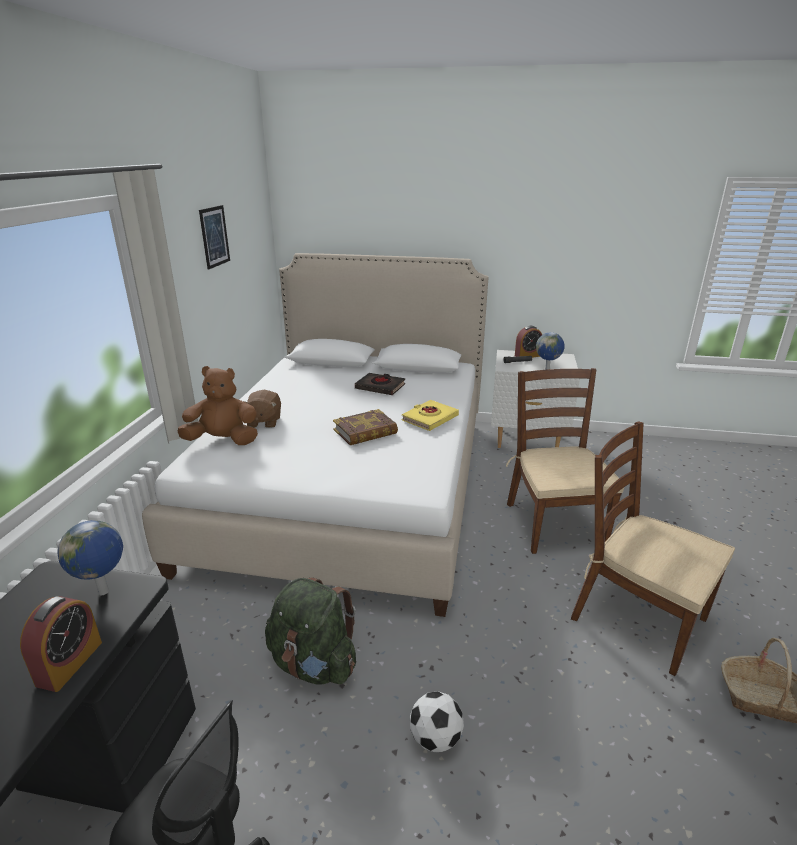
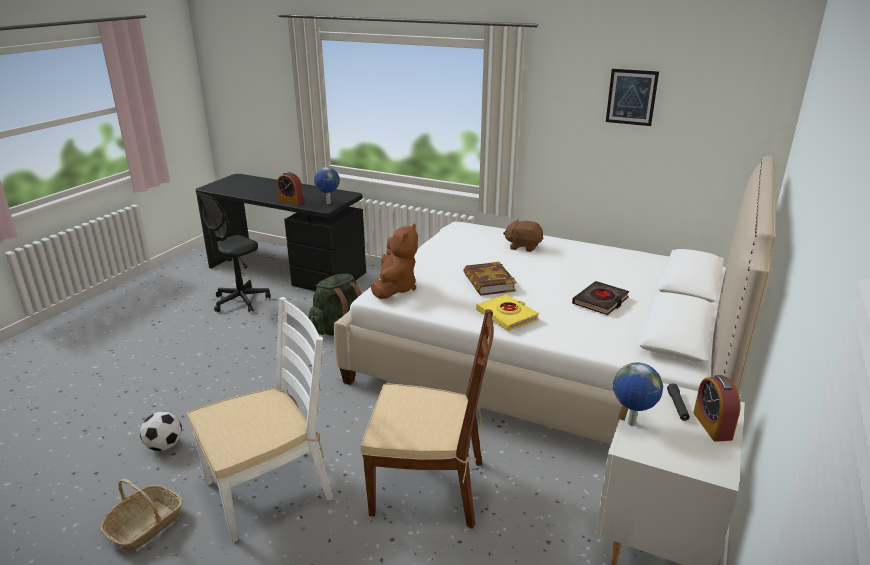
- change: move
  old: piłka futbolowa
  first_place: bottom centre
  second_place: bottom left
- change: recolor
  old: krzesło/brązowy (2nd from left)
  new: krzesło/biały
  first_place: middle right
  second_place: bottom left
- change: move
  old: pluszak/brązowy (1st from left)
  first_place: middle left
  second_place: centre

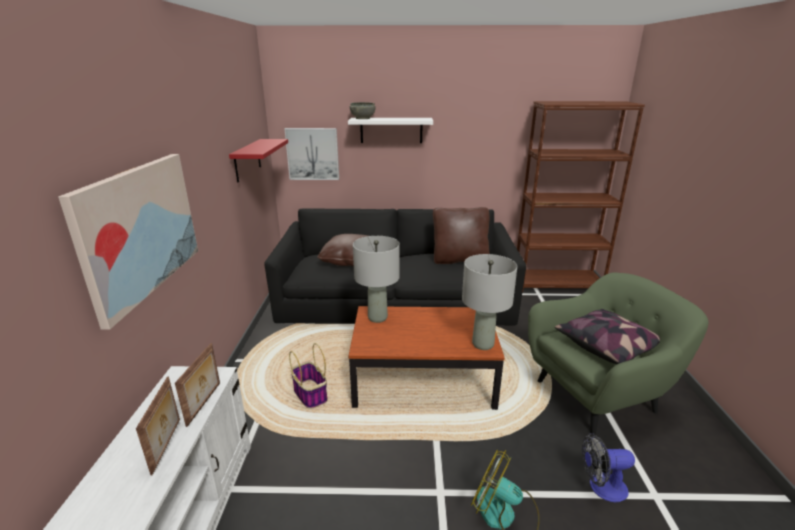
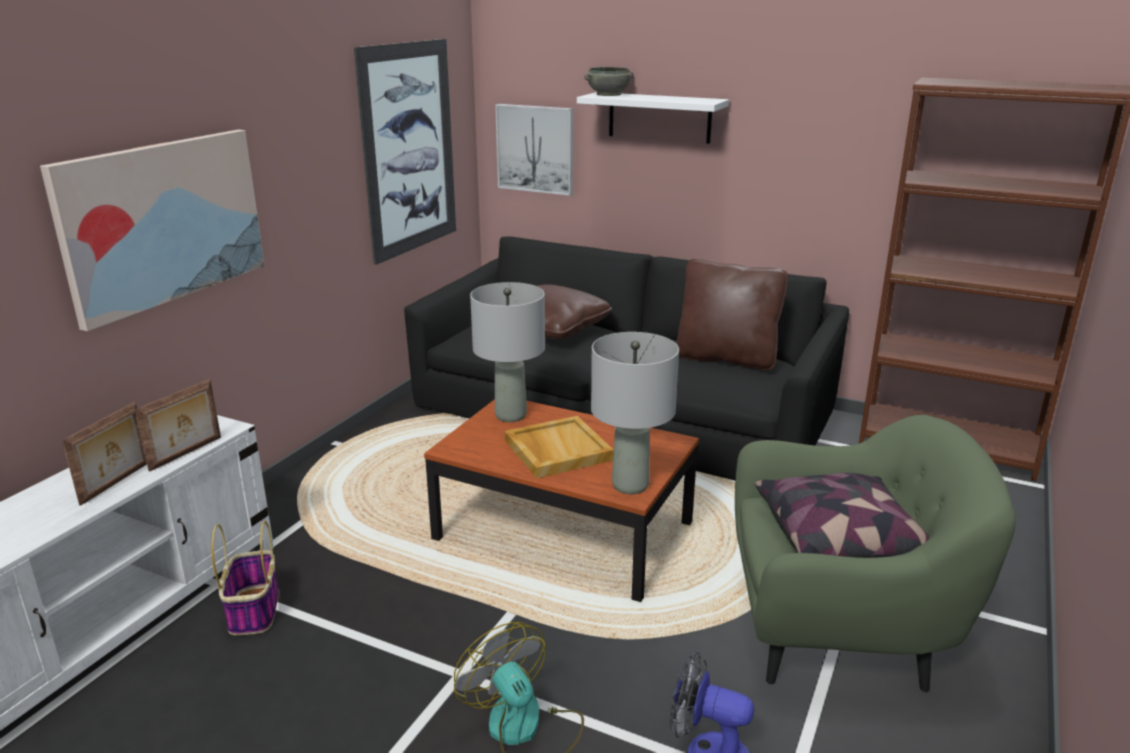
- change: move
  old: koszyk
  first_place: bottom centre
  second_place: bottom left
- change: replace
  old: półka/czerwony
  new: obraz (2nd from left)
  first_place: top left
  second_place: top centre
- change: insert
  new: taca/beżowy
  second_place: centre

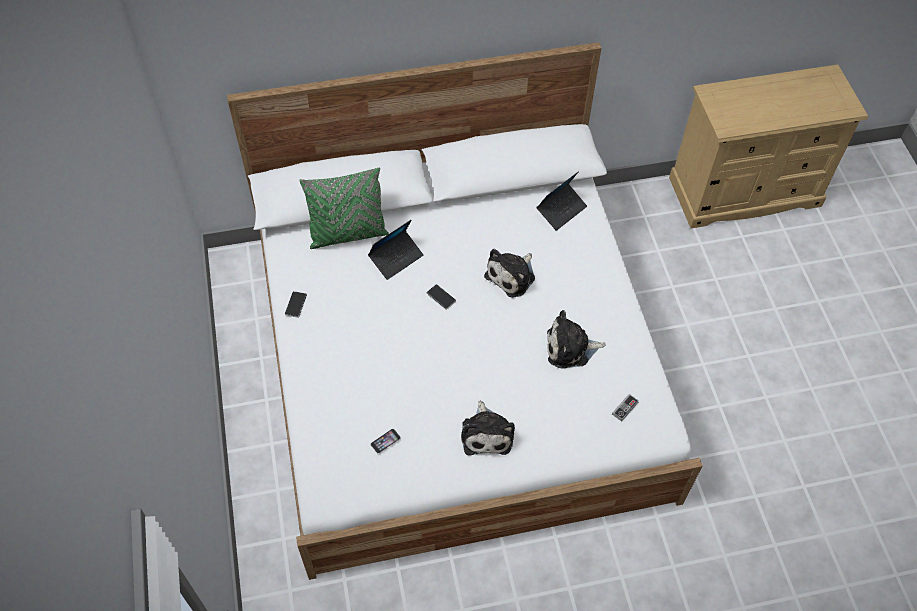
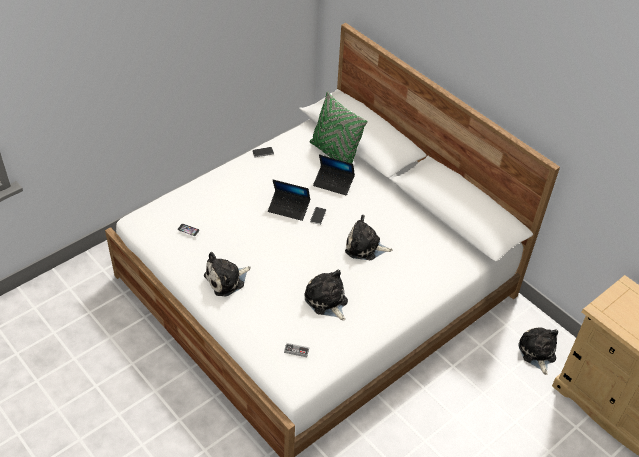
- change: move
  old: laptop (2nd from left in the first image)
  new: laptop (1st from left)
  first_place: top centre
  second_place: centre
- change: insert
  new: pluszak (4th from left)
  second_place: bottom right

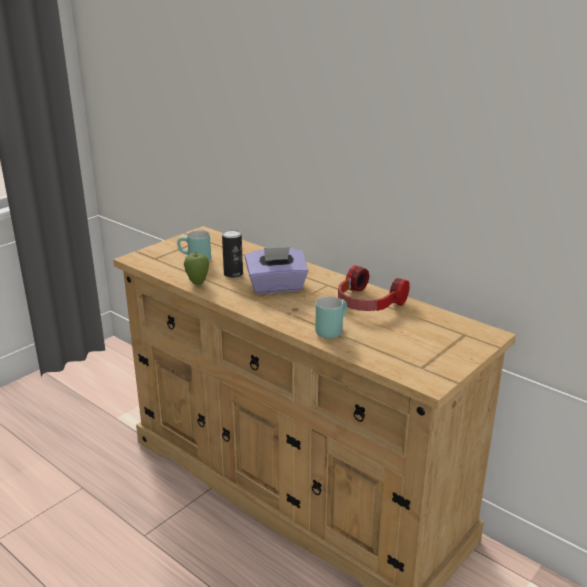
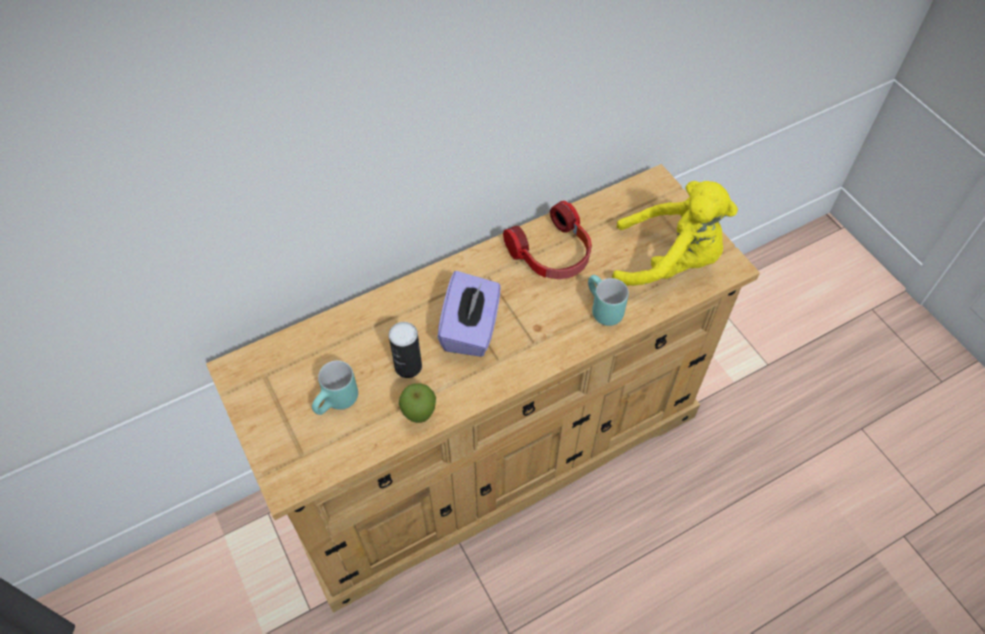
- change: insert
  new: pluszak/żółty
  second_place: middle right

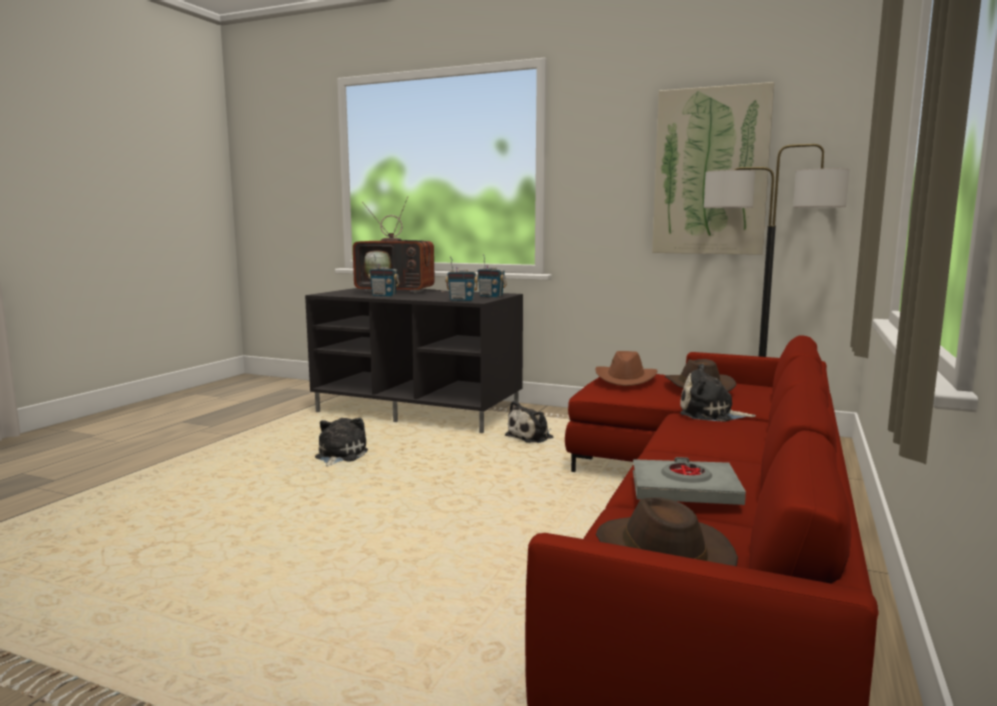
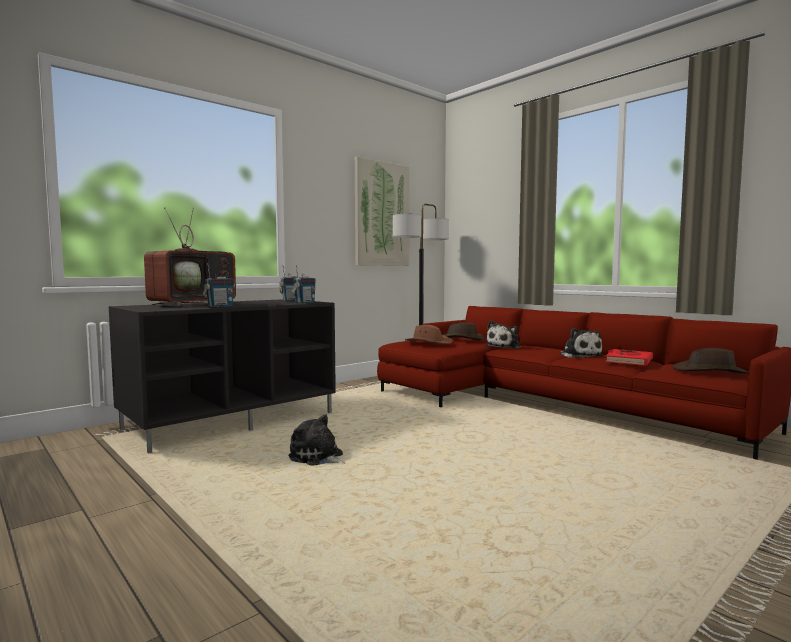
- change: move
  old: pluszak (2nd from left in the first image)
  new: pluszak (3rd from left)
  first_place: centre
  second_place: middle right
- change: recolor
  old: książka/szary
  new: książka/czerwony
  first_place: bottom right
  second_place: middle right

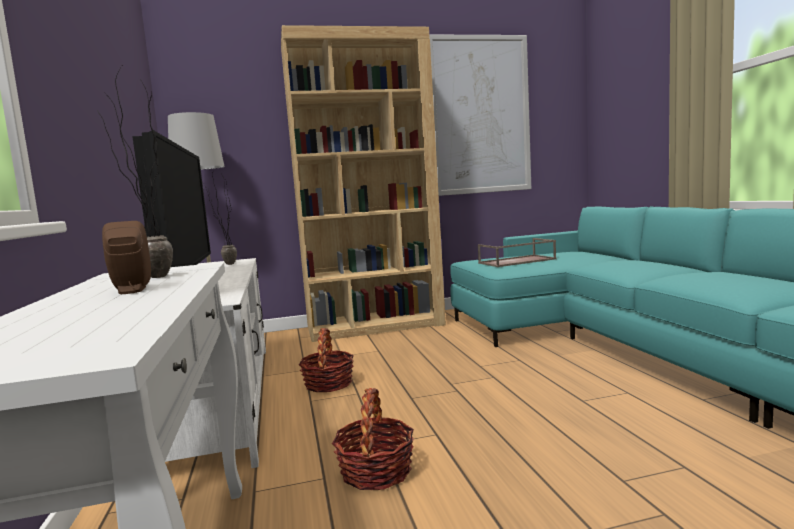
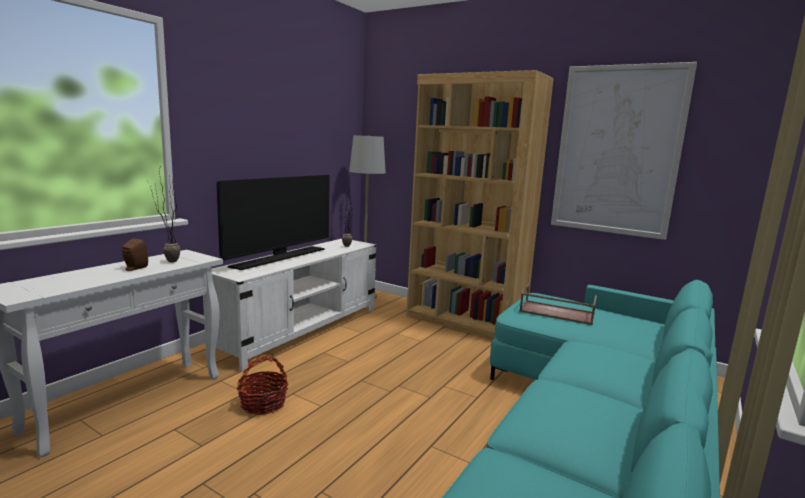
- change: delete
  old: koszyk (1st from left)
  first_place: bottom centre

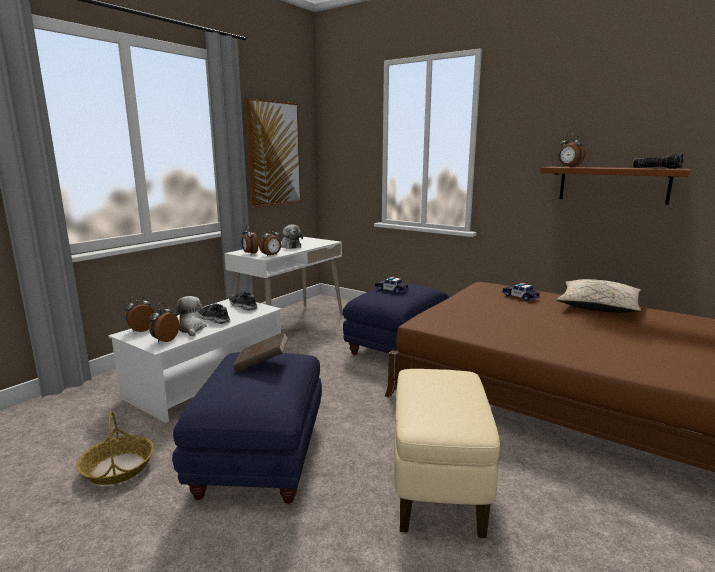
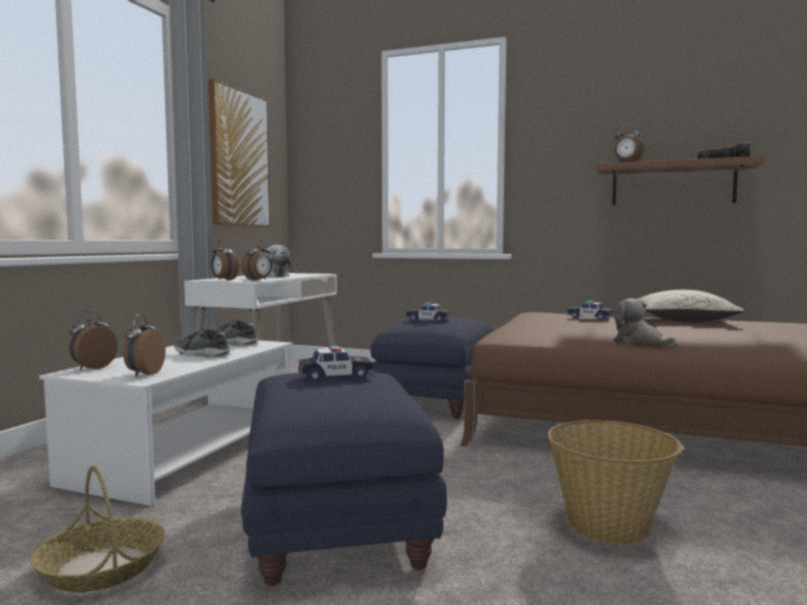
- change: replace
  old: książka/brązowy
  new: samochodzik (1st from left)
  first_place: centre
  second_place: centre
- change: replace
  old: pufa/beżowy
  new: koszyk (2nd from left)
  first_place: bottom centre
  second_place: bottom right
- change: move
  old: pluszak (1st from left in the first image)
  new: pluszak (2nd from left)
  first_place: middle left
  second_place: middle right

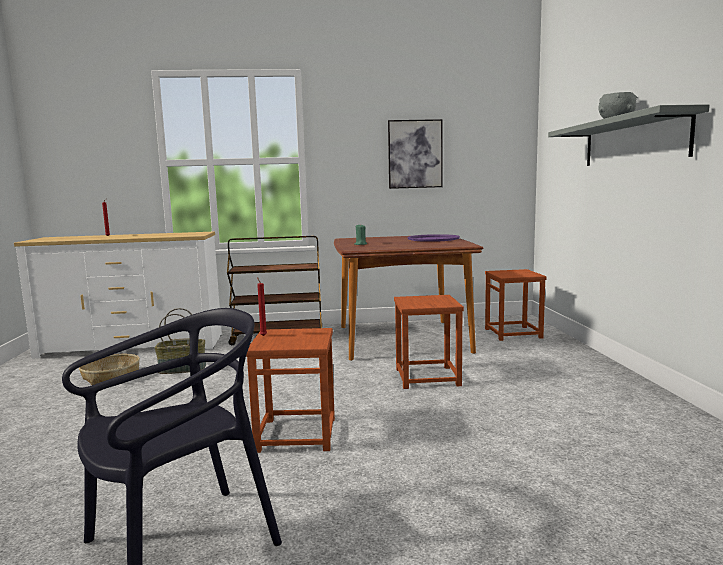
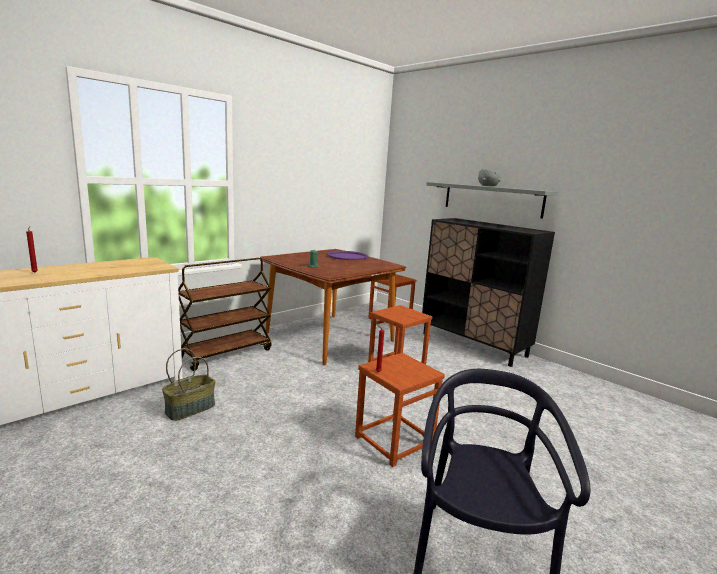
- change: insert
  new: szafka/czarny
  second_place: middle right
- change: delete
  old: koszyk (1st from left)
  first_place: middle left
- change: delete
  old: obraz
  first_place: top centre

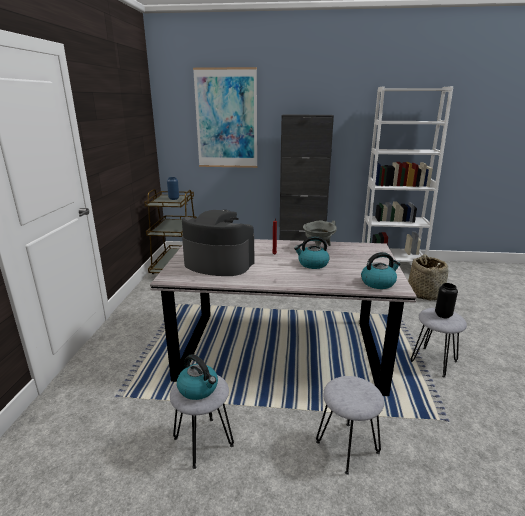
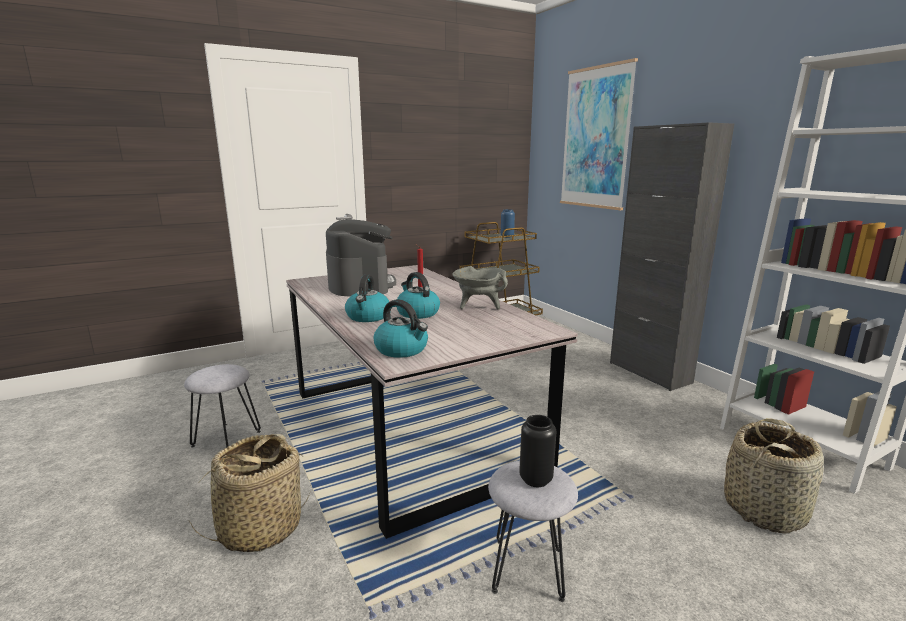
- change: replace
  old: stołek/szary (2nd from left)
  new: koszyk (1st from left)
  first_place: bottom right
  second_place: bottom left
- change: move
  old: czajnik (1st from left)
  first_place: bottom centre
  second_place: centre

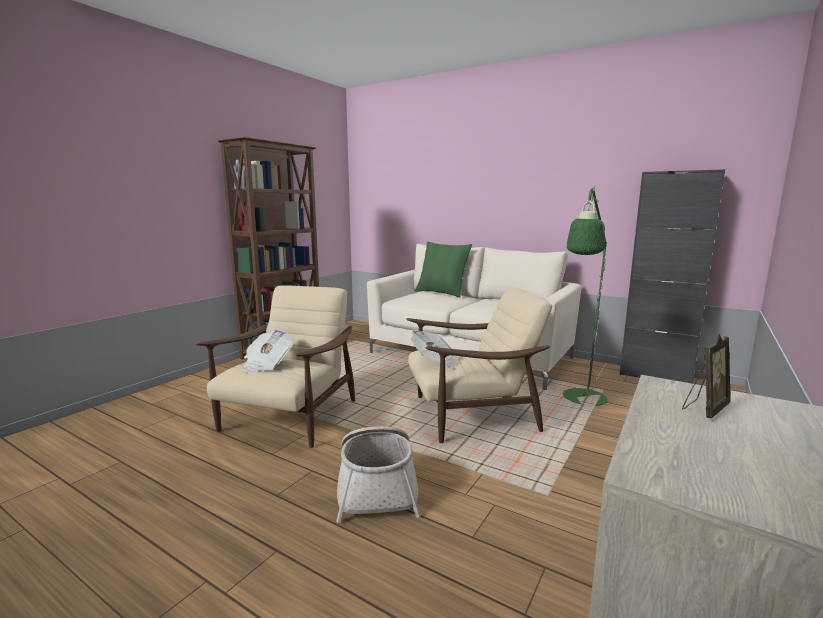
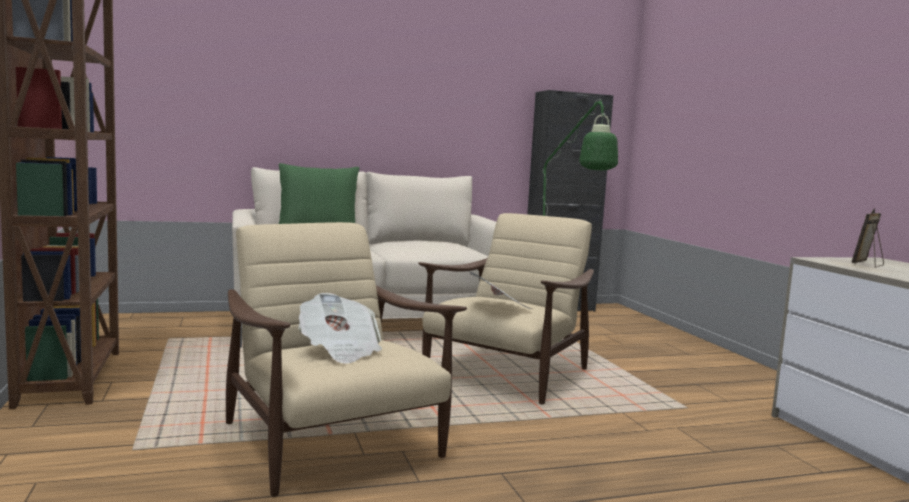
- change: rotate
  old: ramka na zdjęcie
  first_place: middle right
  second_place: middle right
  degrees: -135
- change: delete
  old: koszyk
  first_place: bottom centre

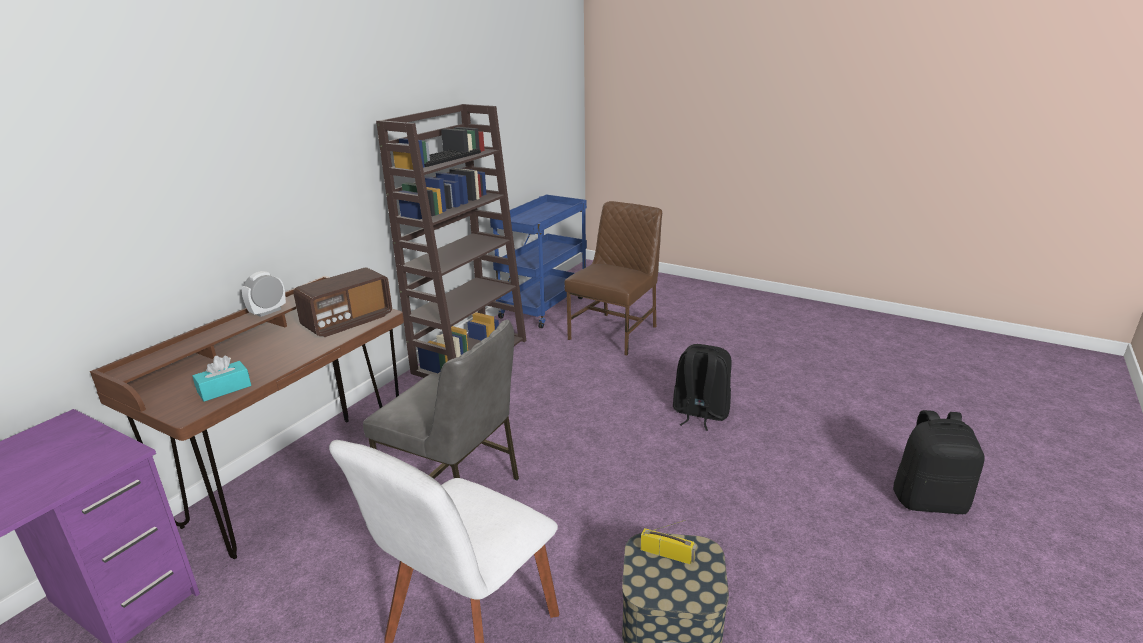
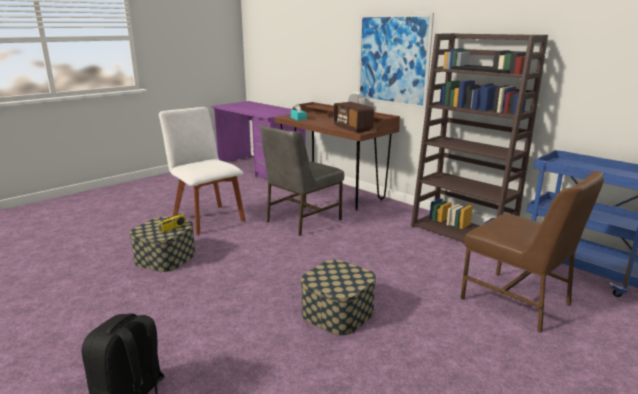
- change: replace
  old: plecak/czarny (1st from left)
  new: pojemnik do przechowywania (2nd from left)
  first_place: centre
  second_place: bottom centre
- change: insert
  new: obraz
  second_place: top centre

